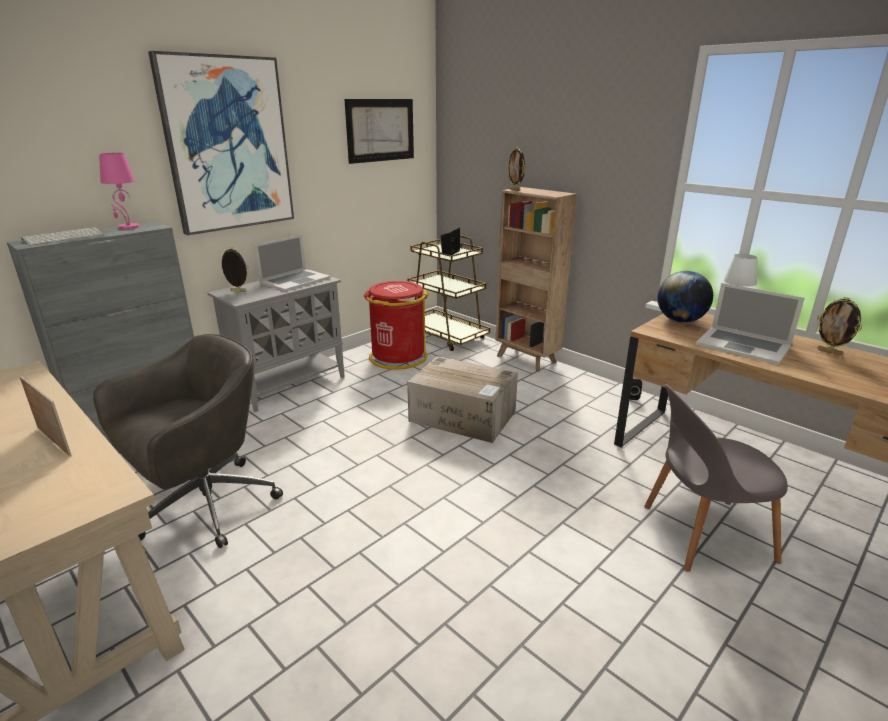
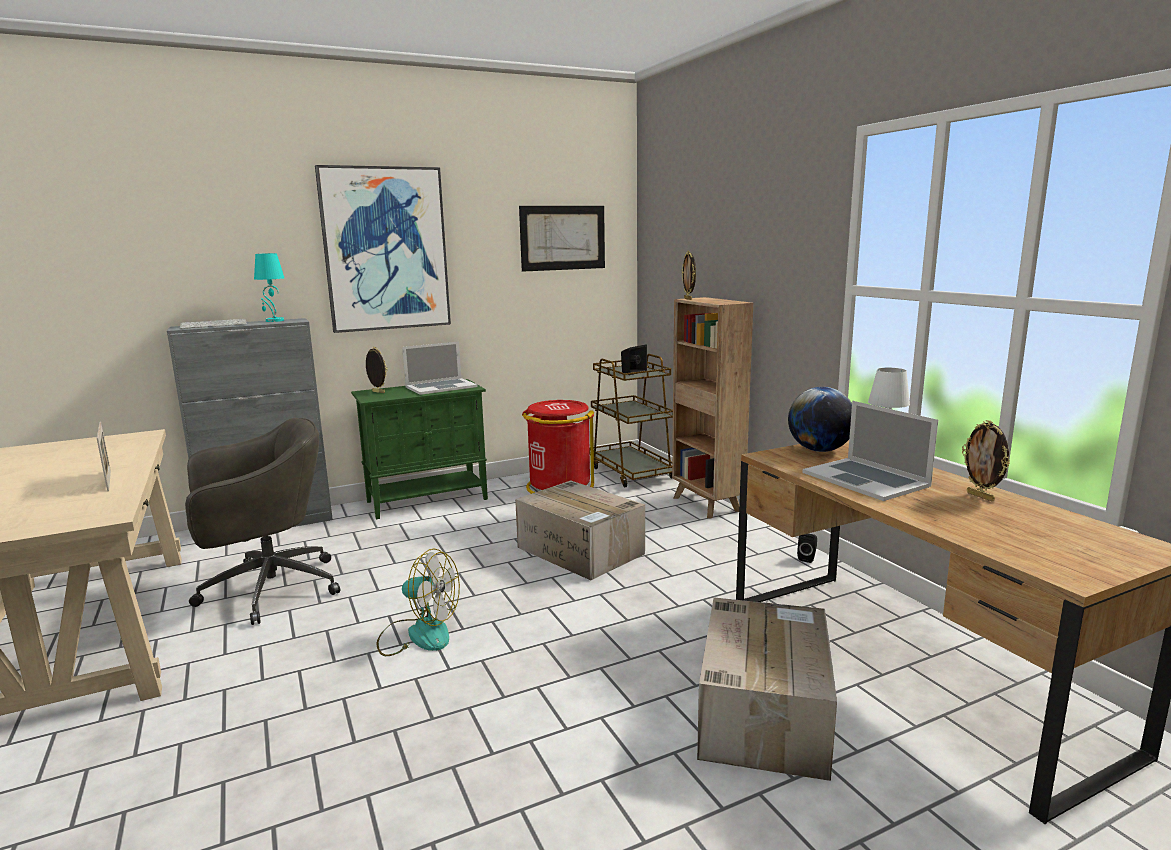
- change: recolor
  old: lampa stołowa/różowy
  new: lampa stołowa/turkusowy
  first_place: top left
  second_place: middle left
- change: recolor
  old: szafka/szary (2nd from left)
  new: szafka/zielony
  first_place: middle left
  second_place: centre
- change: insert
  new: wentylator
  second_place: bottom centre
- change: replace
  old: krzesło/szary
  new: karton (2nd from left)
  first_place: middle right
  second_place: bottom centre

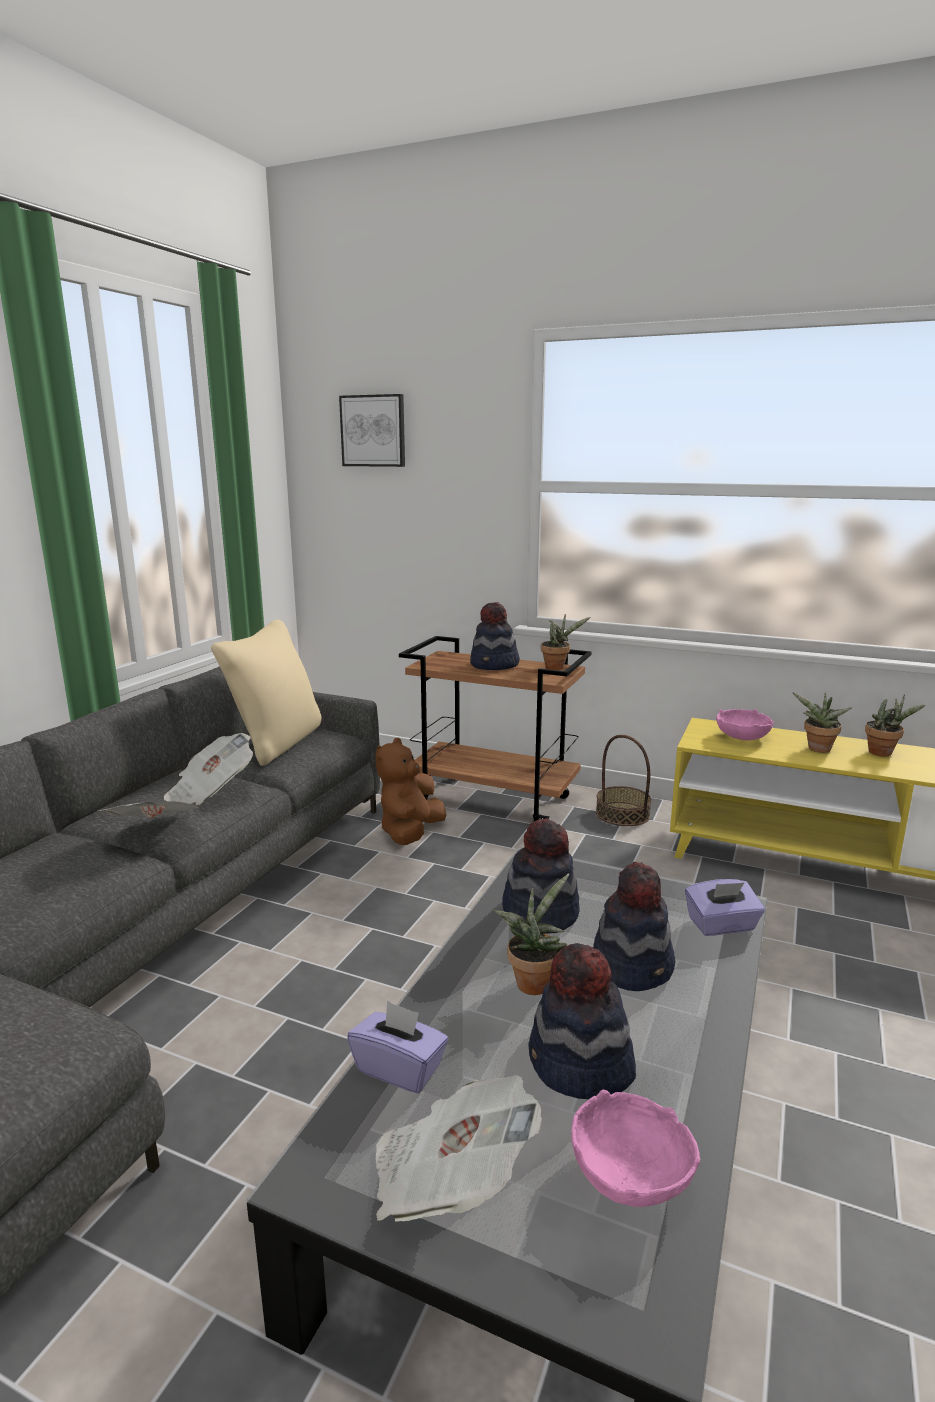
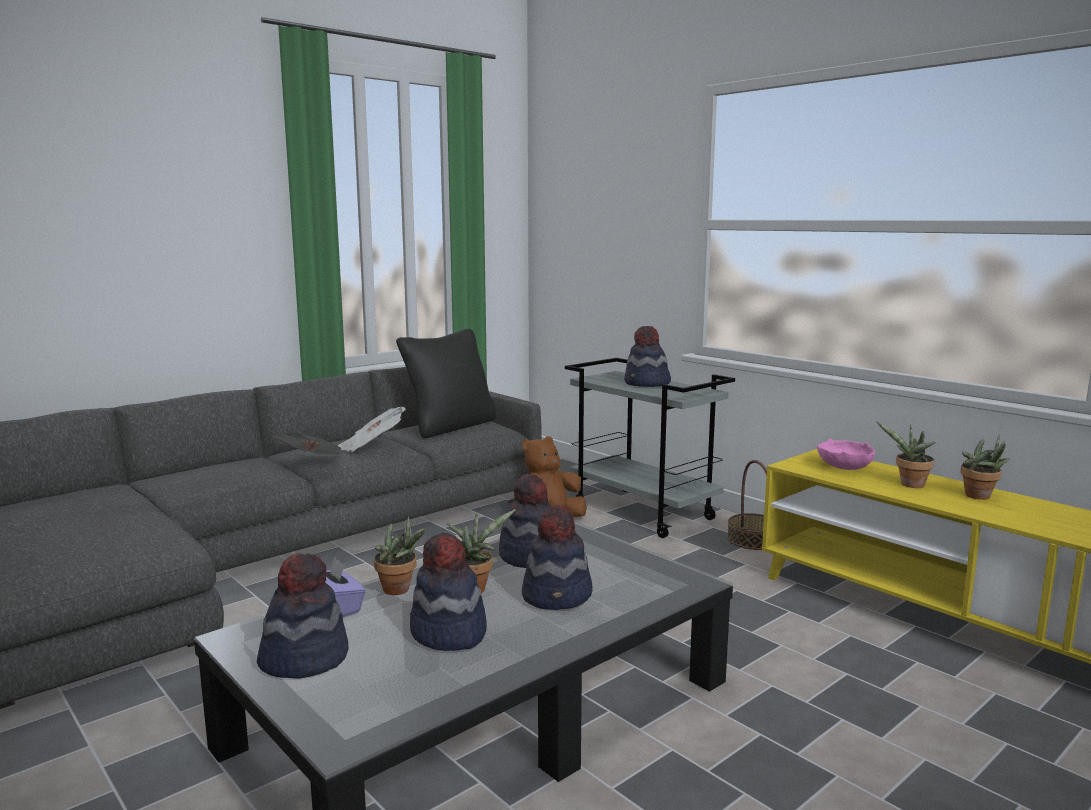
- change: replace
  old: gazeta (3rd from left)
  new: kapelusz (1st from left)
  first_place: bottom centre
  second_place: bottom left
- change: move
  old: roślina doniczkowa (2nd from left in the first image)
  new: roślina doniczkowa (1st from left)
  first_place: centre
  second_place: bottom centre
- change: recolor
  old: poduszka/beżowy
  new: poduszka/czarny
  first_place: middle left
  second_place: centre
- change: recolor
  old: wózek/brązowy
  new: wózek/szary
  first_place: centre
  second_place: centre
- change: delete
  old: obraz
  first_place: top centre
- change: delete
  old: miska/różowy (1st from left)
  first_place: bottom right
- change: delete
  old: pudełko chusteczek/fioletowy (2nd from left)
  first_place: middle right

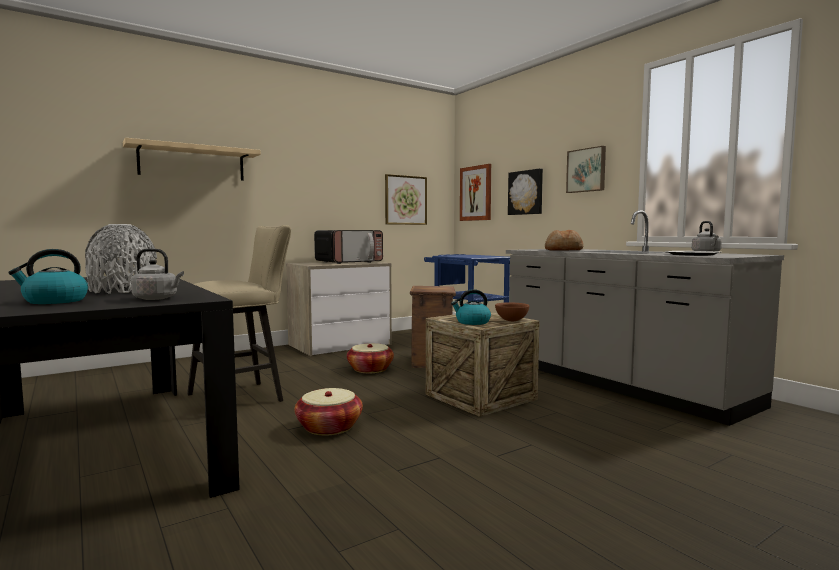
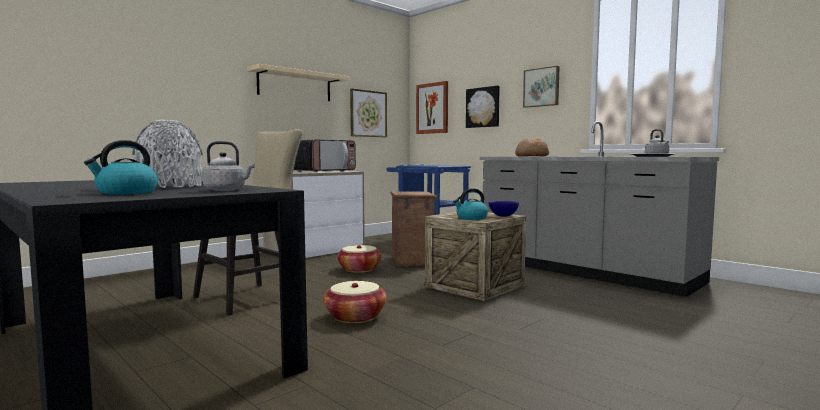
- change: move
  old: półka/beżowy
  first_place: top left
  second_place: top centre
- change: recolor
  old: miska/brązowy
  new: miska/niebieski
  first_place: centre
  second_place: centre

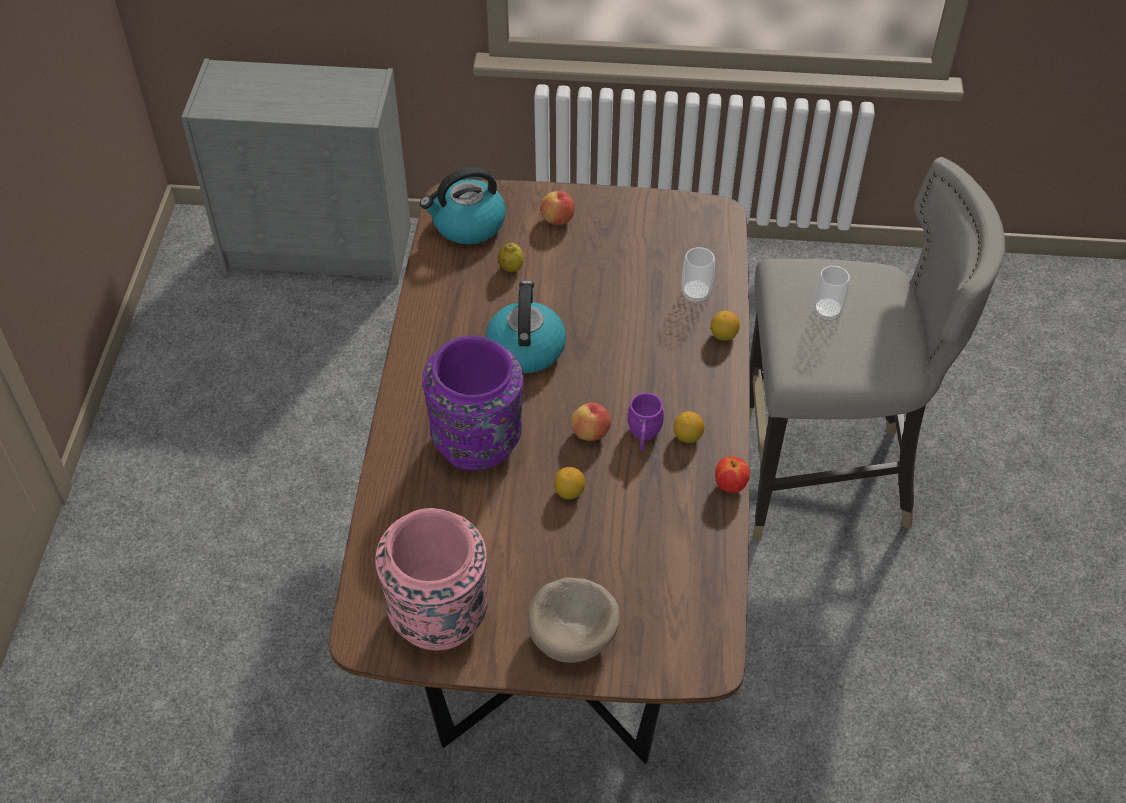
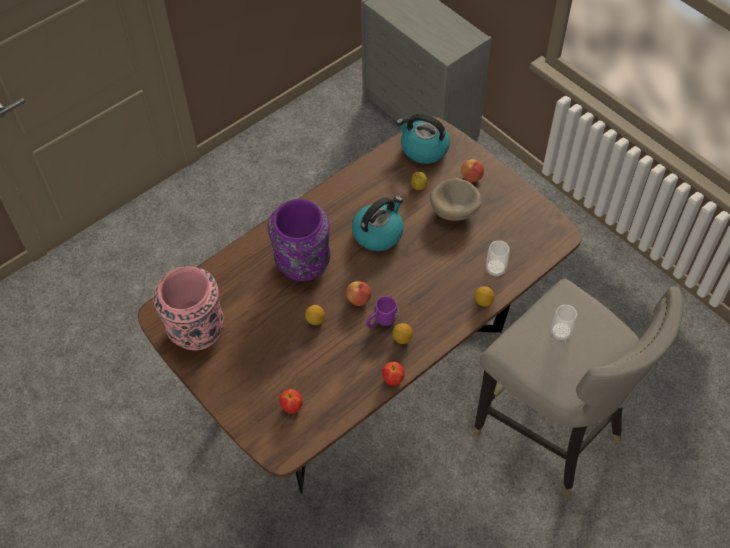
- change: insert
  new: jabłko (1st from left)
  second_place: bottom centre
- change: move
  old: miska/beżowy
  first_place: bottom centre
  second_place: centre

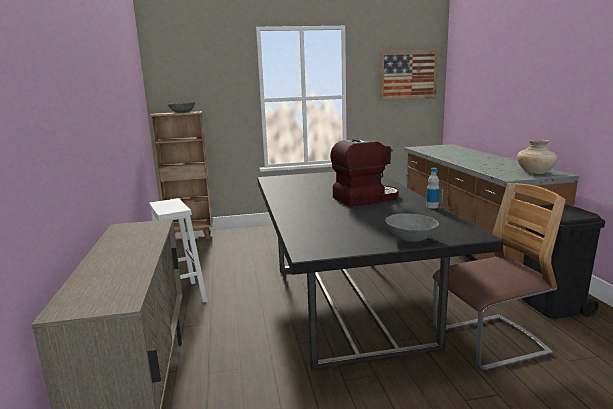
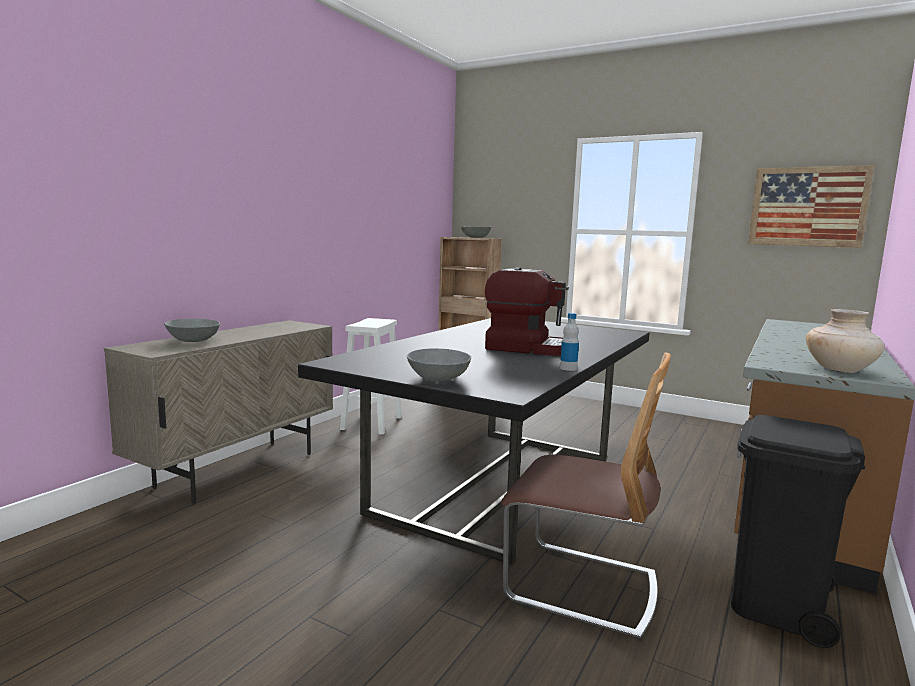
- change: insert
  new: miska/szary (1st from left)
  second_place: middle left

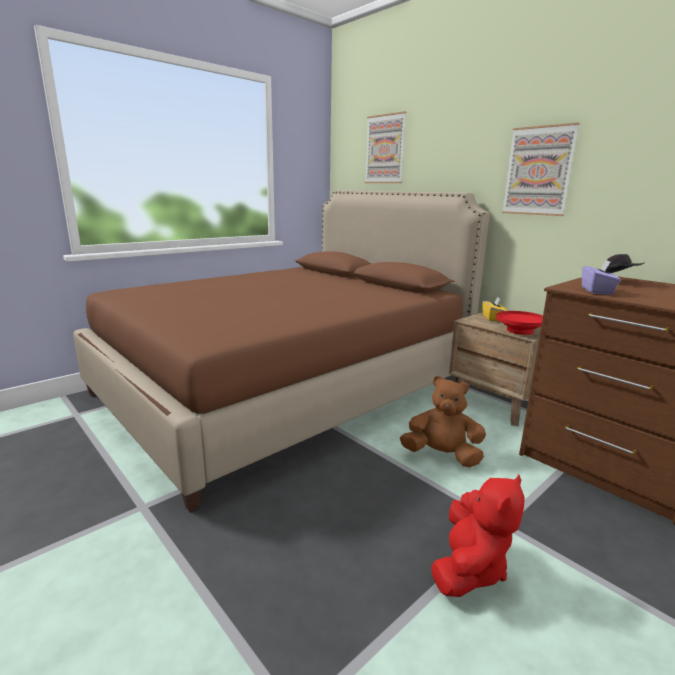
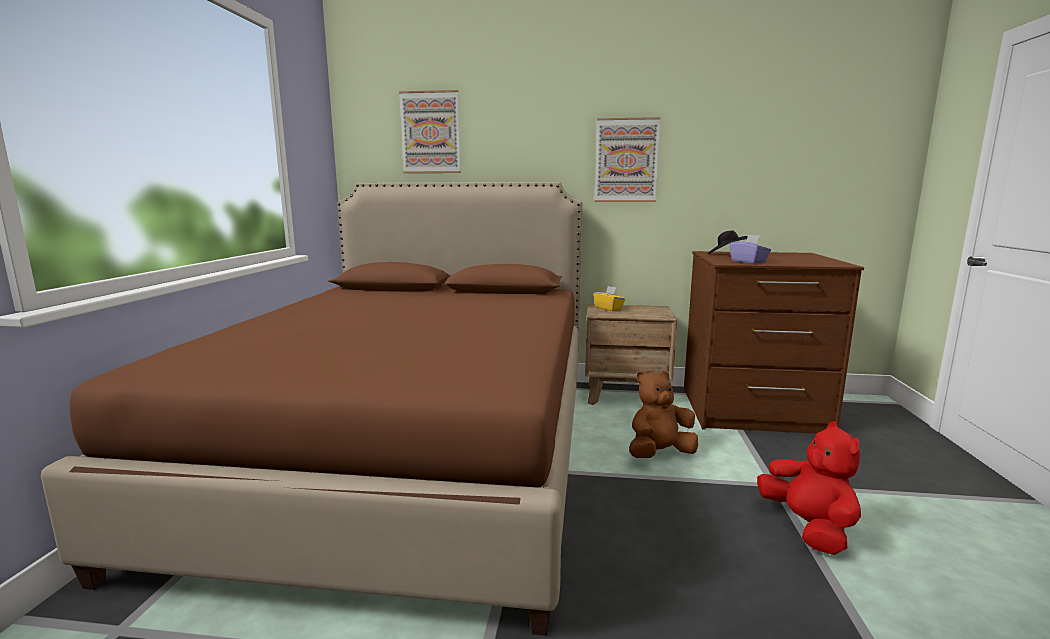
- change: delete
  old: miska/czerwony
  first_place: middle right

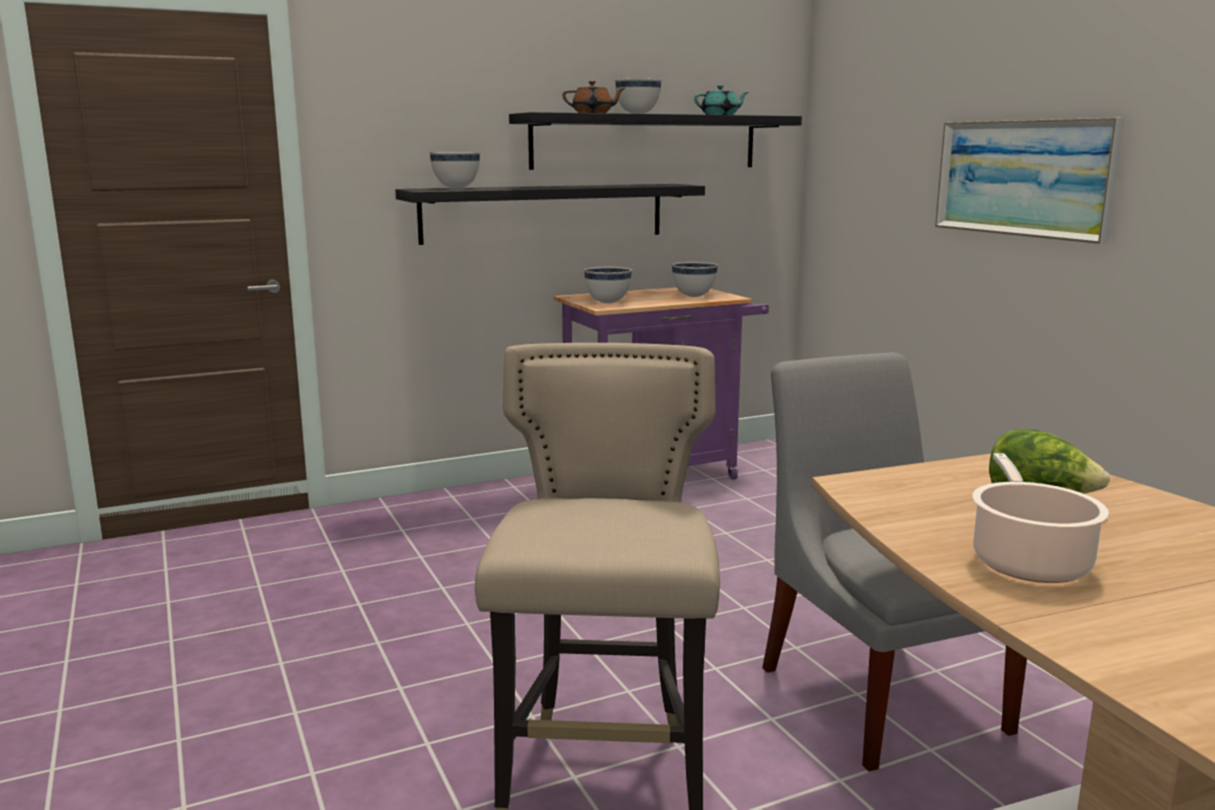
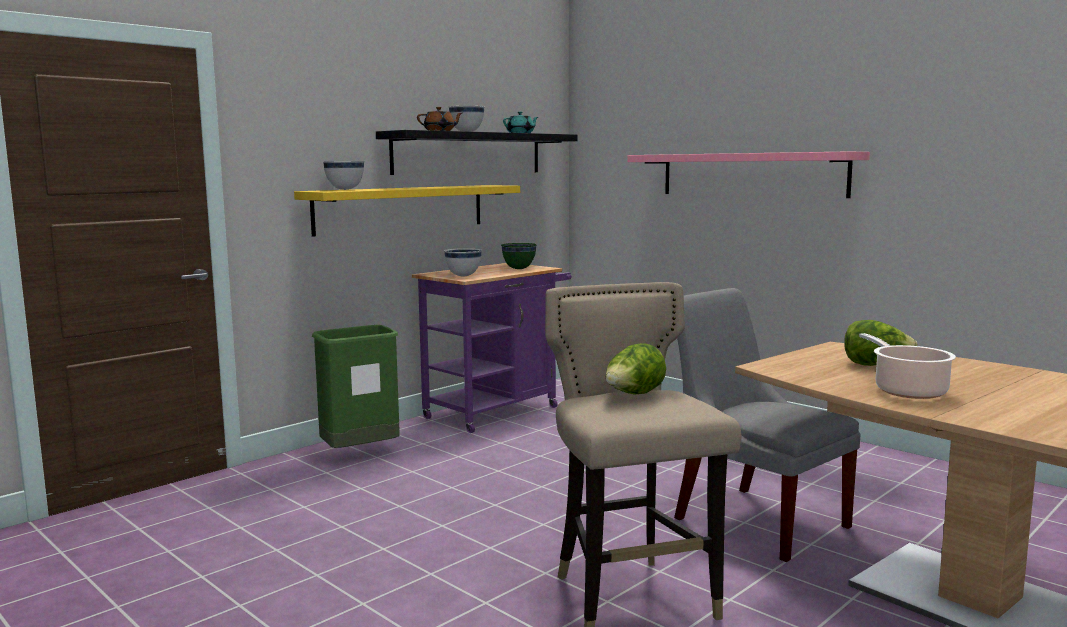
- change: recolor
  old: półka/czarny (1st from left)
  new: półka/żółty
  first_place: top centre
  second_place: centre
- change: insert
  new: kosz na śmieci/zielony
  second_place: centre
- change: recolor
  old: miska/biały (4th from left)
  new: miska/zielony
  first_place: centre
  second_place: centre
- change: insert
  new: sałata (1st from left)
  second_place: centre
- change: replace
  old: obraz
  new: półka/różowy
  first_place: top right
  second_place: top right

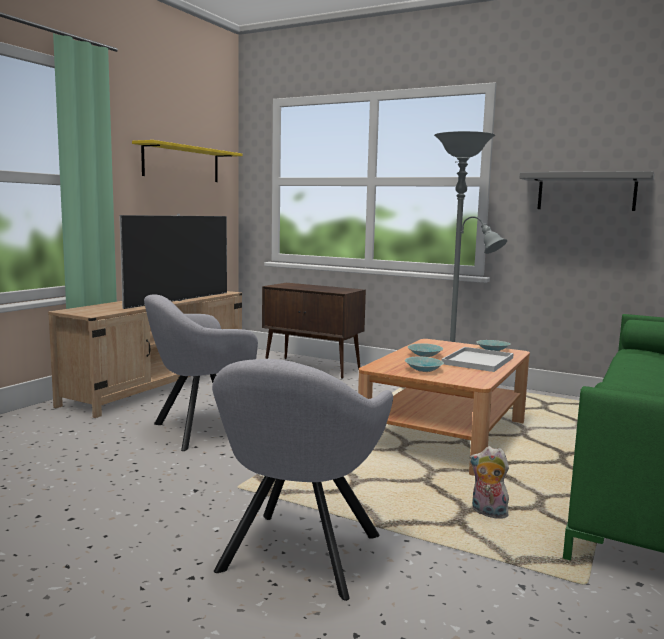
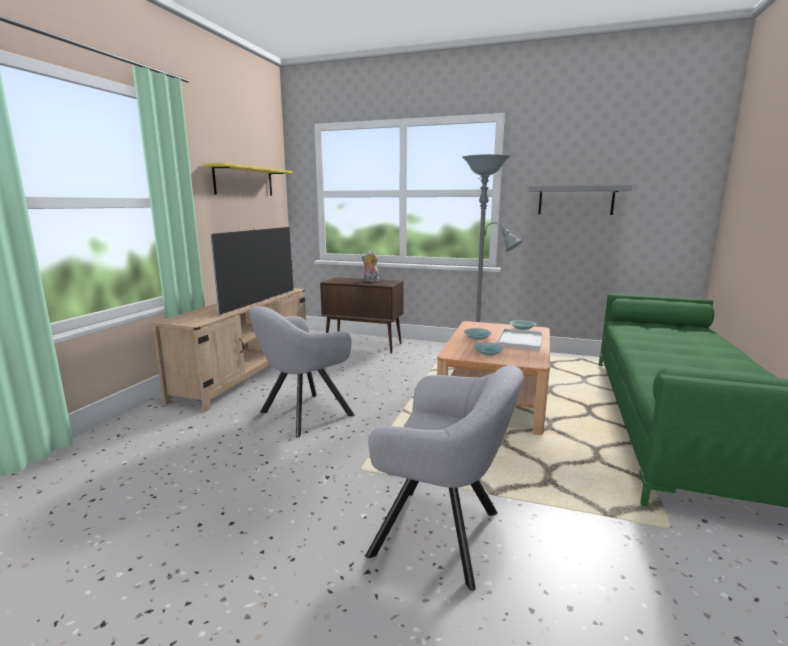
- change: move
  old: pluszak
  first_place: bottom right
  second_place: centre
- change: rotate
  old: fotel/szary (2nd from left)
  first_place: bottom centre
  second_place: bottom centre
  degrees: -75

